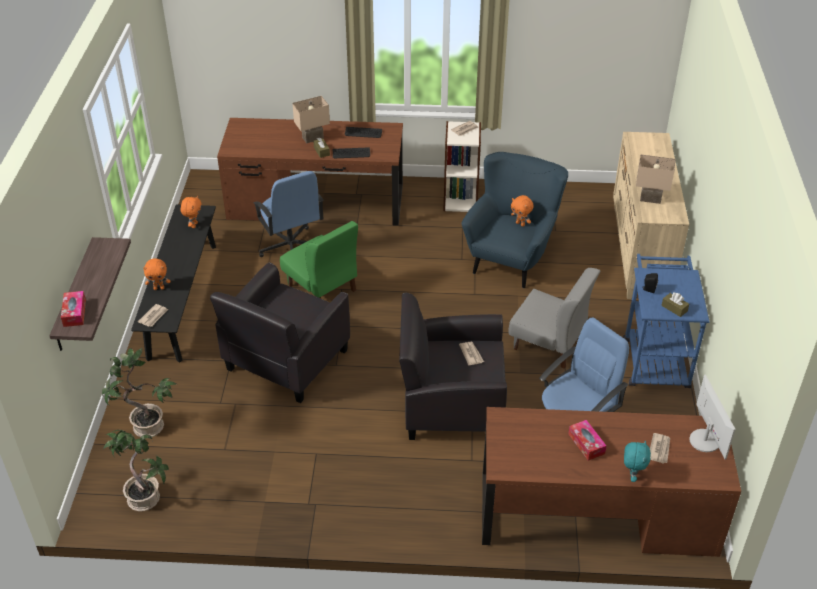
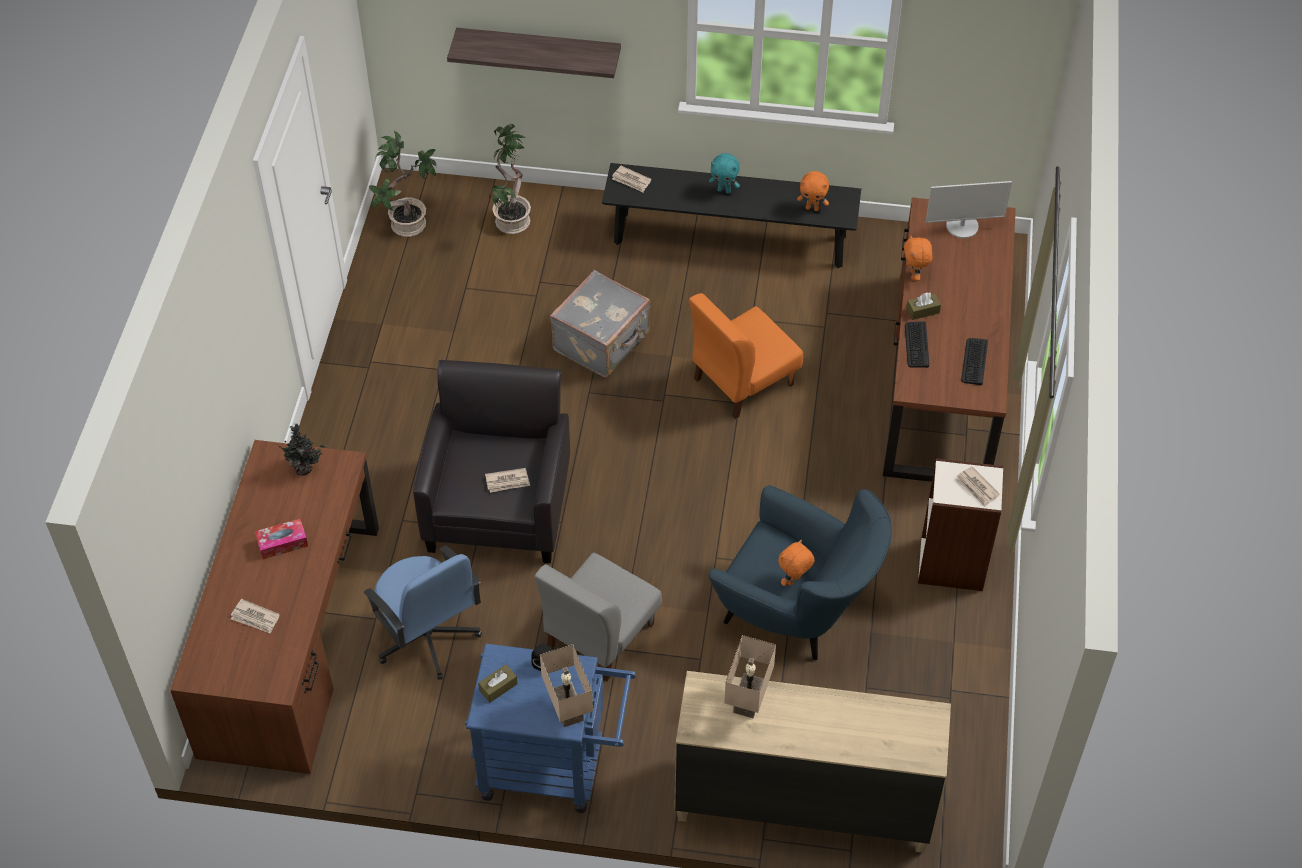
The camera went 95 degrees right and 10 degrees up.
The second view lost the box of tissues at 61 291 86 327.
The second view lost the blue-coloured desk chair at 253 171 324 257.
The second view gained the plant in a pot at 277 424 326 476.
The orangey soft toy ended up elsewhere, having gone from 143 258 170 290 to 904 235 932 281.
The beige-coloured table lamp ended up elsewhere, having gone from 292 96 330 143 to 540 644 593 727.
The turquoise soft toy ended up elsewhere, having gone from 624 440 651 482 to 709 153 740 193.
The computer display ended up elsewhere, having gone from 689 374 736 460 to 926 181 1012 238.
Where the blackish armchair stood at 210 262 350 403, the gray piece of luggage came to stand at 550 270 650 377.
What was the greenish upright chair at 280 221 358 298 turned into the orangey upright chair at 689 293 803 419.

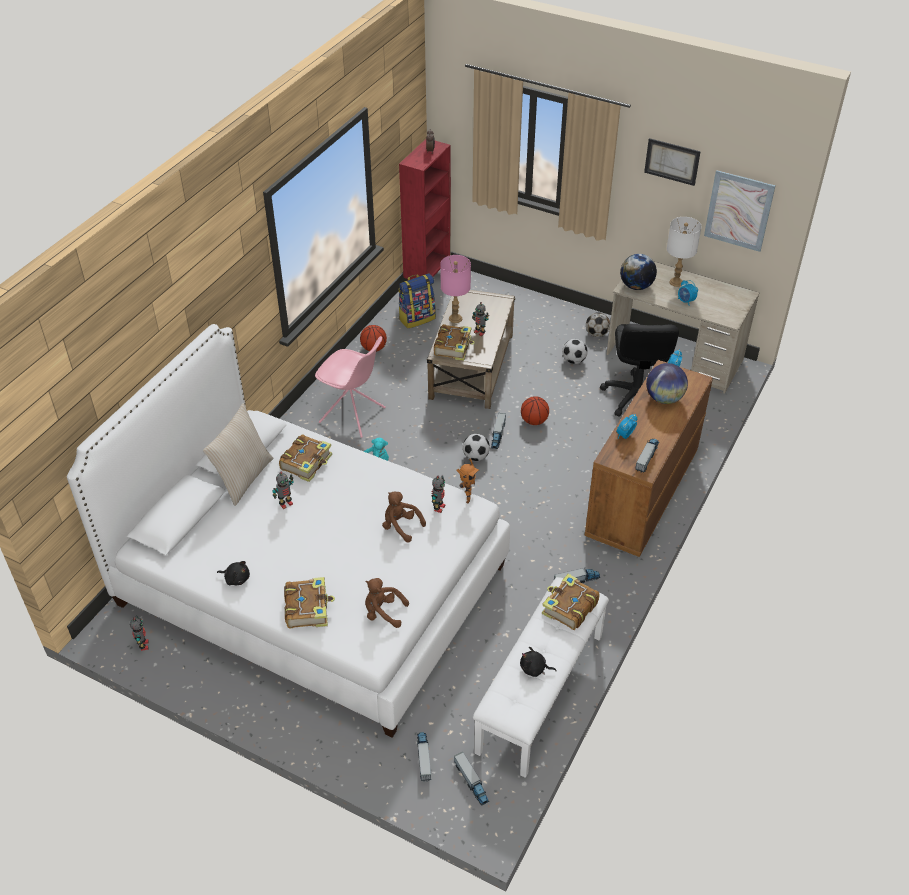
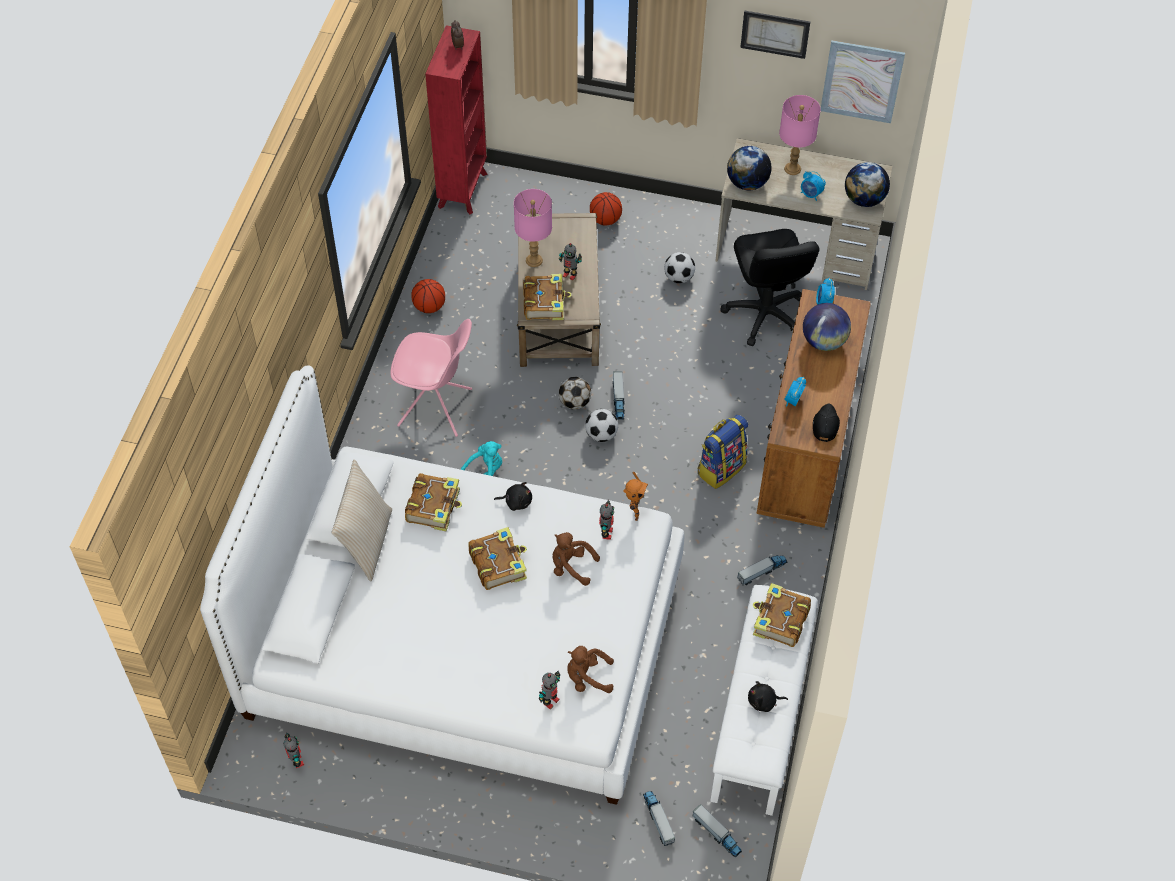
The camera went 15 degrees left and 10 degrees up.
The second view gained the globe at 845 162 890 207.
The blackish soft toy ended up elsewhere, having gone from 217 561 250 585 to 494 482 532 511.
The model robot ended up elsewhere, having gone from 272 472 294 509 to 539 671 560 709.
The bound book ended up elsewhere, having gone from 284 577 335 629 to 468 527 527 590.
The backpack ended up elsewhere, having gone from 398 273 436 328 to 698 414 748 489.
The basketball ended up elsewhere, having gone from 521 396 549 425 to 590 192 622 225.
The football ball ended up elsewhere, having gone from 586 312 610 337 to 559 377 591 409.
Where the model truck stood at 635 439 659 473, the blackish peaked cap came to stand at 813 404 840 442.
What was the white-coloured table lamp at 667 217 702 287 turned into the pinkish table lamp at 779 95 821 175.

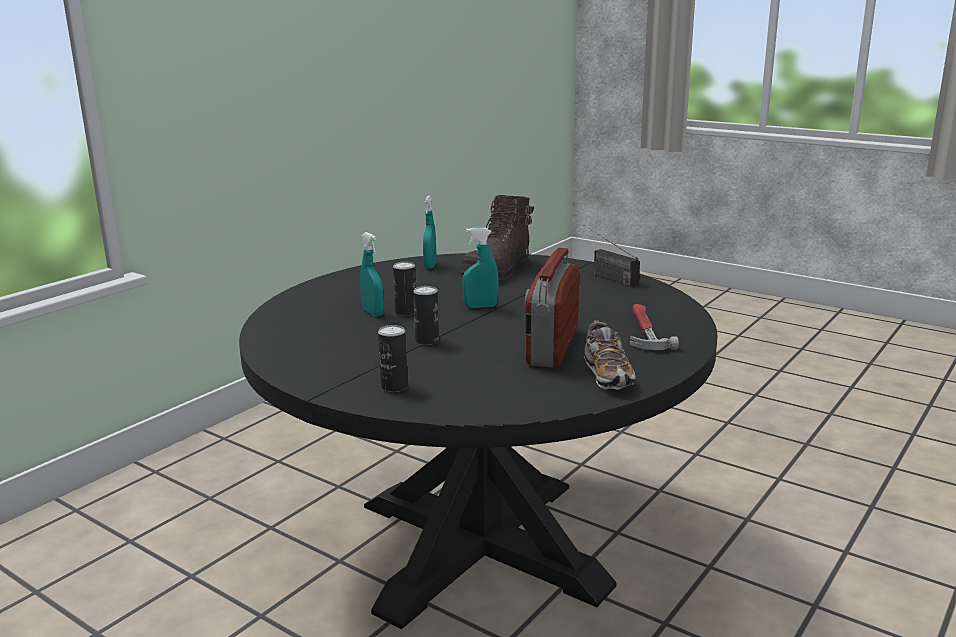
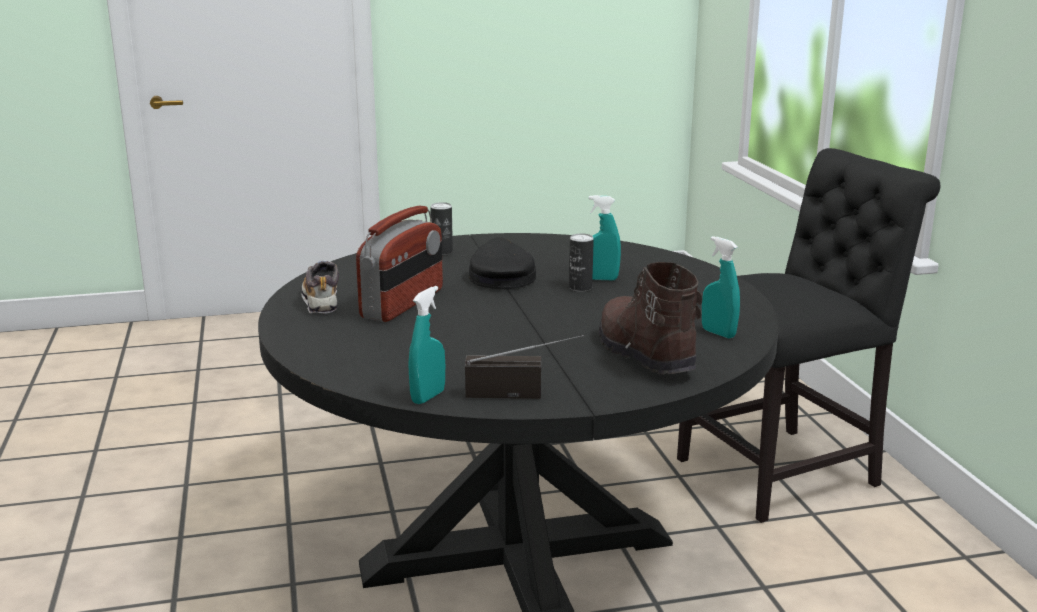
The camera went 130 degrees right and 0 degrees up.
The second view lost the hand hammer at 630 304 679 350.
The second view gained the blackish upright chair at 677 148 940 523.
The turquoise hand sprayer ended up elsewhere, having gone from 462 228 499 308 to 408 286 445 404.
Where the metal can stood at 413 286 439 345, the blackish peaked cap came to stand at 469 237 536 289.
The radio at 524 248 579 368 ended up facing another way, 60 degrees clockwise from before.
The item of footwear at 584 321 636 390 ended up facing another way, 45 degrees clockwise from before.

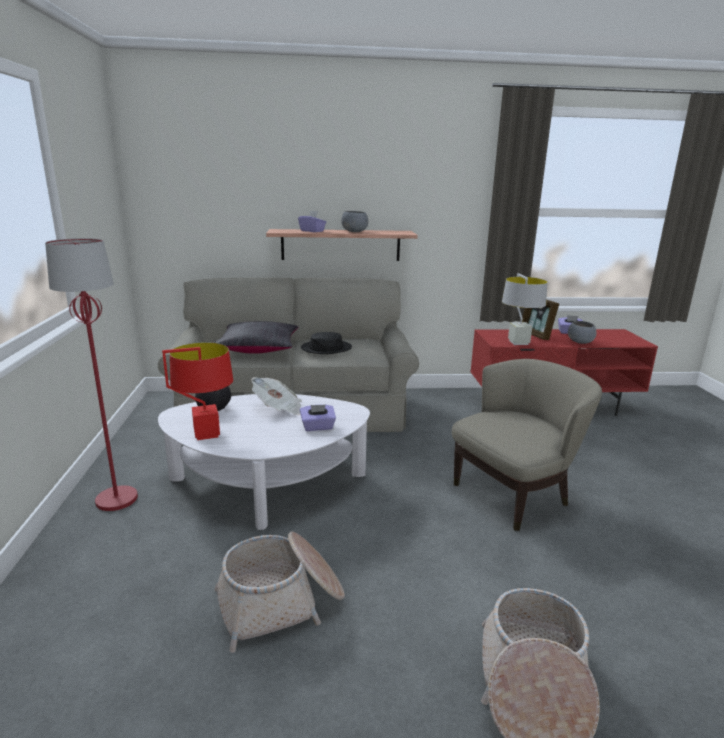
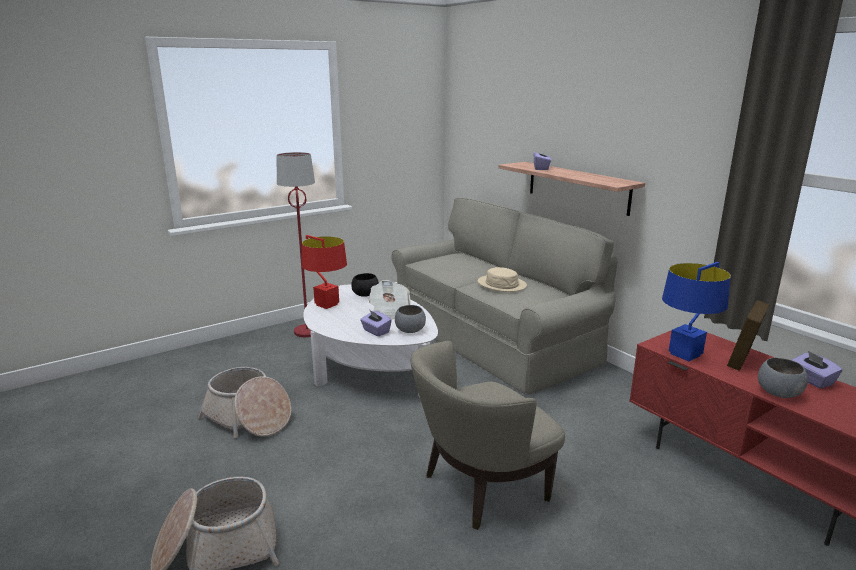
The camera went 60 degrees right and 0 degrees up.
The second view lost the blackish cushion at 215 321 298 354.
The gray bowl ended up elsewhere, having gone from 341 211 368 232 to 395 305 426 333.
What was the blackish clothing hat at 301 332 352 354 turned into the beige-coloured clothing hat at 478 267 527 292.
What was the gray table lamp at 502 273 548 345 turned into the blue-coloured table lamp at 662 262 731 361.
The beige-coloured armchair at 452 359 602 531 ended up facing another way, 120 degrees clockwise from before.

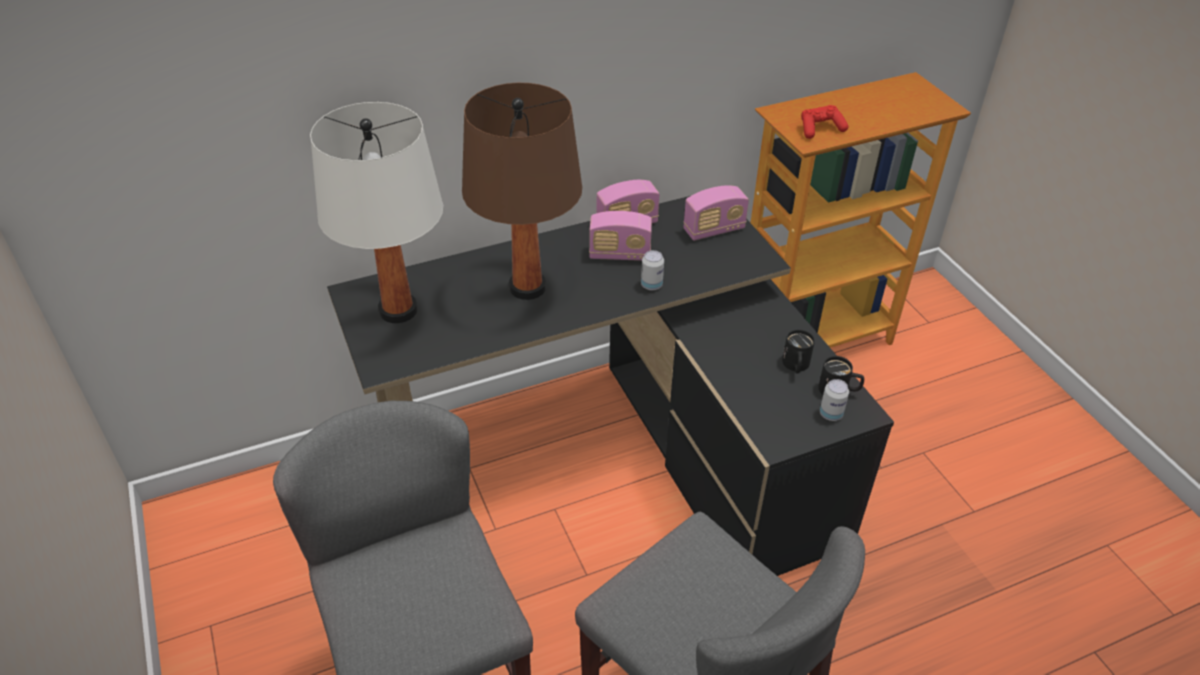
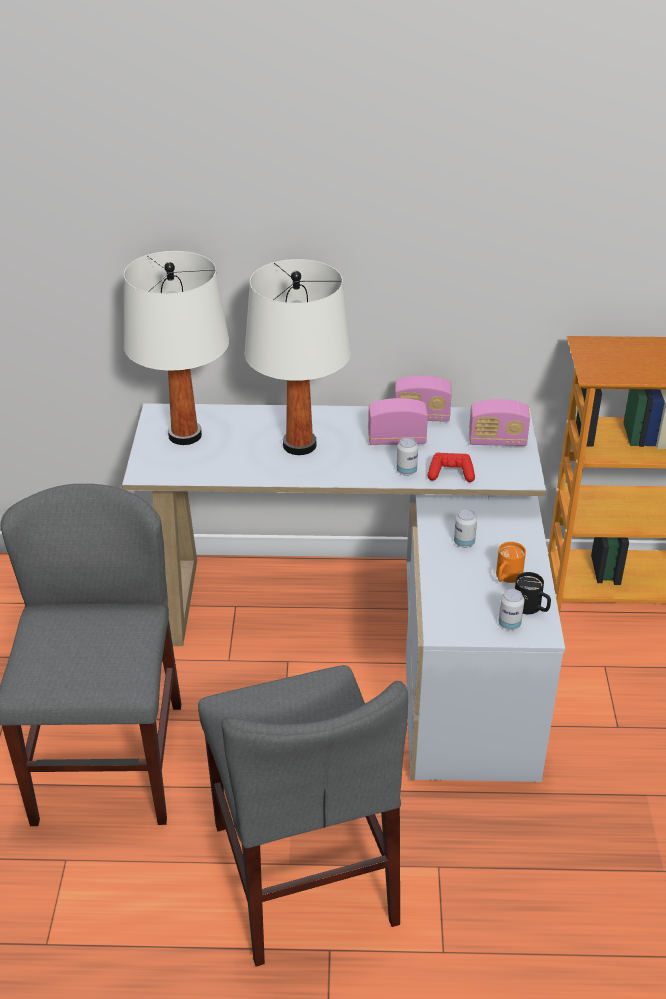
The camera went 25 degrees right and 5 degrees down.
The second view gained the metal can at 454 509 477 548.
The red-coloured joypad ended up elsewhere, having gone from 801 105 848 139 to 428 453 475 482.
What was the blackish desk unit at 327 196 894 576 turned into the white-coloured desk unit at 122 403 565 782.
What was the brownish table lamp at 462 83 582 300 turned into the white-coloured table lamp at 244 259 351 455.
What was the blackish tea mug at 782 329 815 374 turned into the orangey tea mug at 496 542 526 583.
The radio at 589 211 652 261 ended up facing another way, 150 degrees clockwise from before.

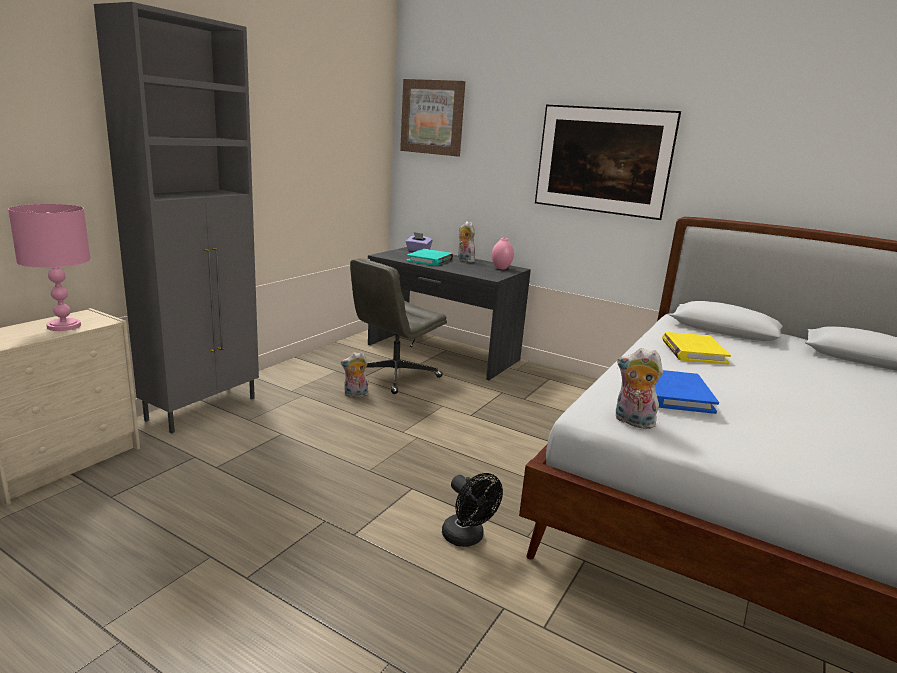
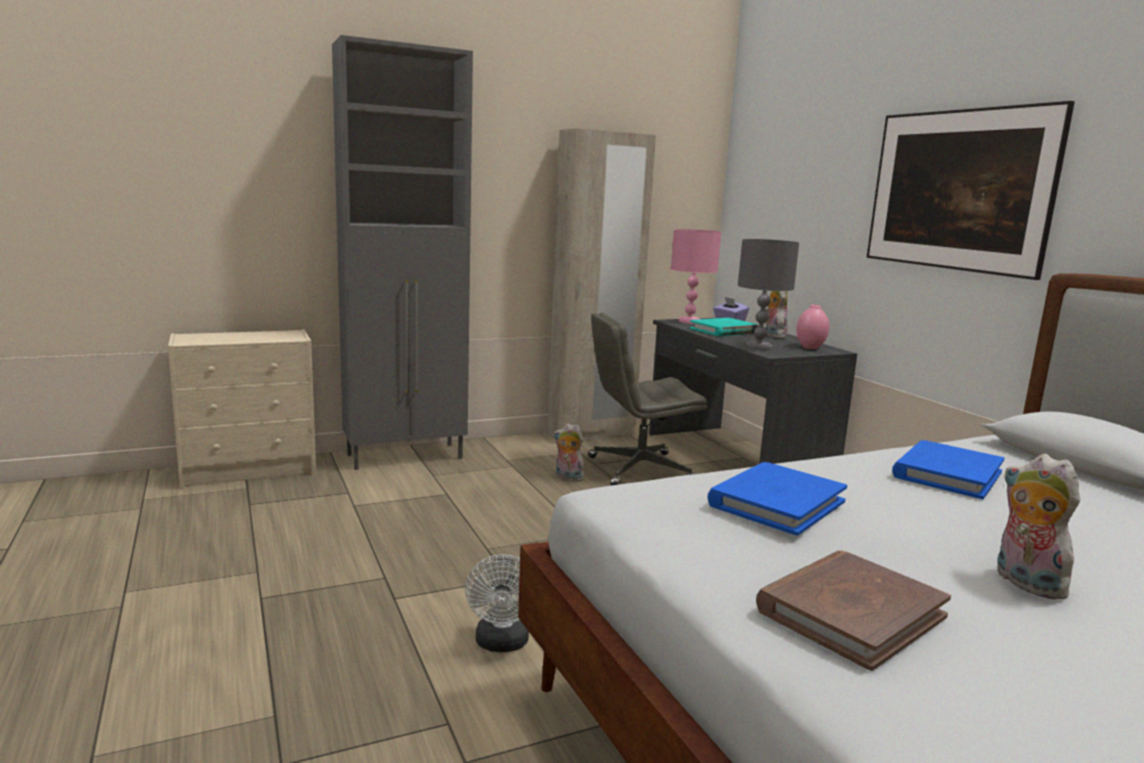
The camera went 35 degrees right and 5 degrees down.
The second view lost the wall picture at 400 79 465 156.
The second view gained the beige-coloured wardrobe at 548 128 656 441.
The second view gained the gray table lamp at 738 239 799 350.
The second view gained the brownish bound book at 756 551 951 671.
The pinkish table lamp ended up elsewhere, having gone from 8 204 91 331 to 671 229 721 324.
The soft toy ended up elsewhere, having gone from 616 348 663 429 to 997 454 1080 599.
What was the blackish fan at 442 473 503 547 turned into the white-coloured fan at 465 554 529 652.
What was the yellowish bound book at 662 332 731 364 turned into the blue-coloured bound book at 892 440 1004 499.

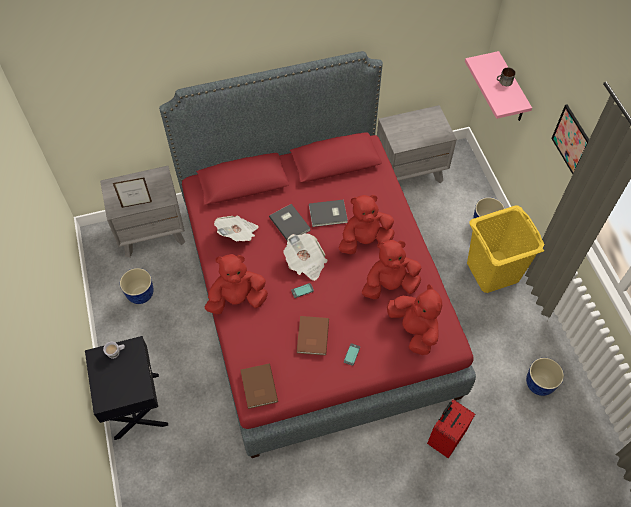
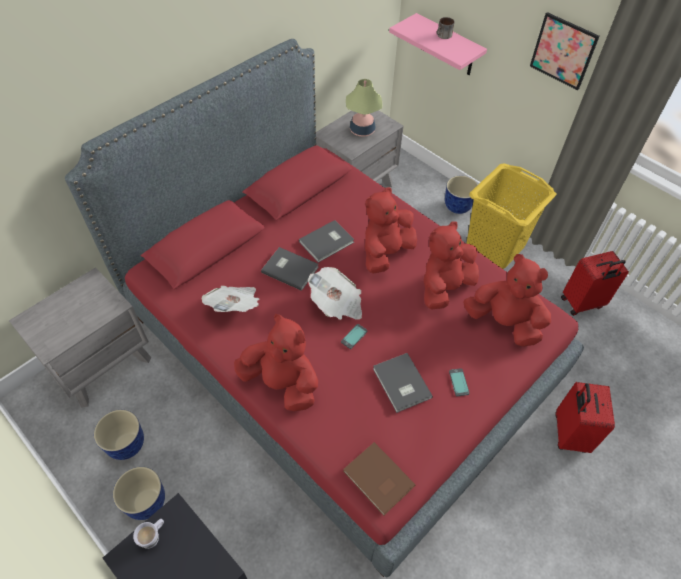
The camera went 30 degrees left and 5 degrees down.
The second view lost the photo frame at 113 177 152 208.
The second view gained the table lamp at 346 79 382 137.
The second view gained the red-coloured piece of luggage at 561 251 629 316.
The flower pot ended up elsewhere, having gone from 526 358 564 396 to 113 467 165 520.
What was the brownish bound book at 296 316 329 356 turned into the gray bound book at 373 353 433 413.
The red-coloured soft toy at 205 254 268 314 ended up facing another way, 75 degrees clockwise from before.

